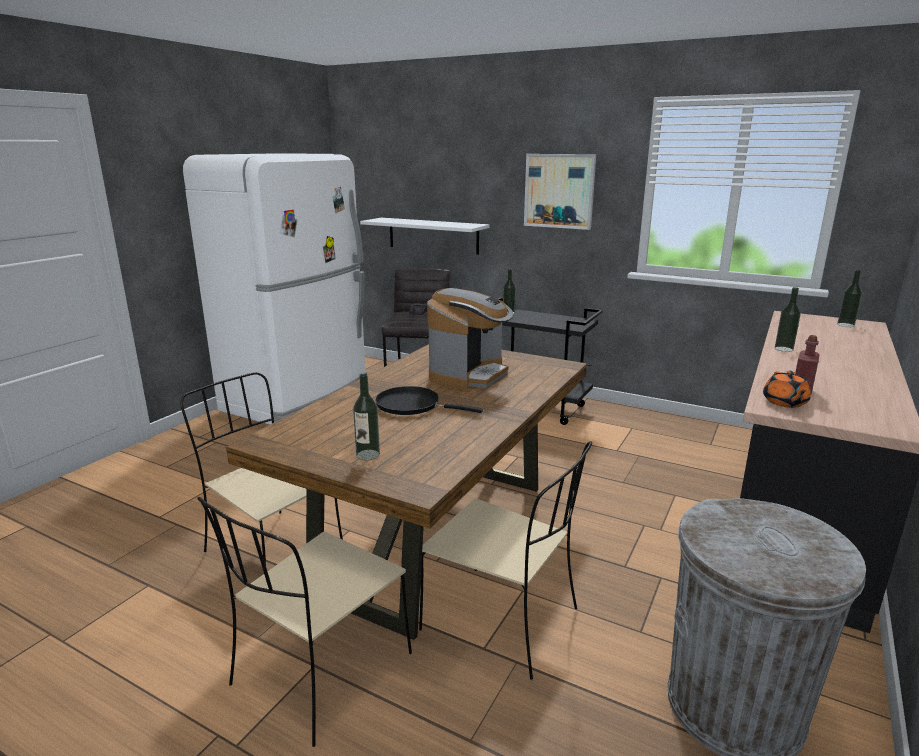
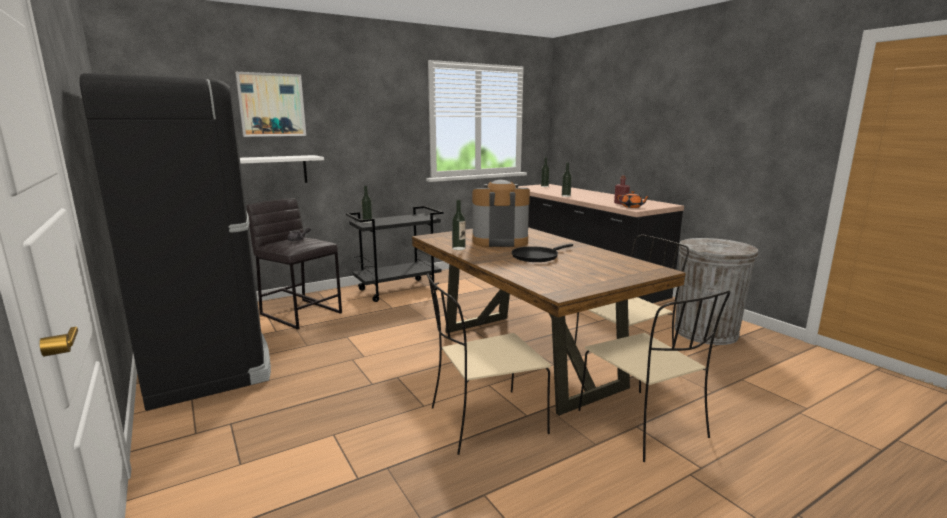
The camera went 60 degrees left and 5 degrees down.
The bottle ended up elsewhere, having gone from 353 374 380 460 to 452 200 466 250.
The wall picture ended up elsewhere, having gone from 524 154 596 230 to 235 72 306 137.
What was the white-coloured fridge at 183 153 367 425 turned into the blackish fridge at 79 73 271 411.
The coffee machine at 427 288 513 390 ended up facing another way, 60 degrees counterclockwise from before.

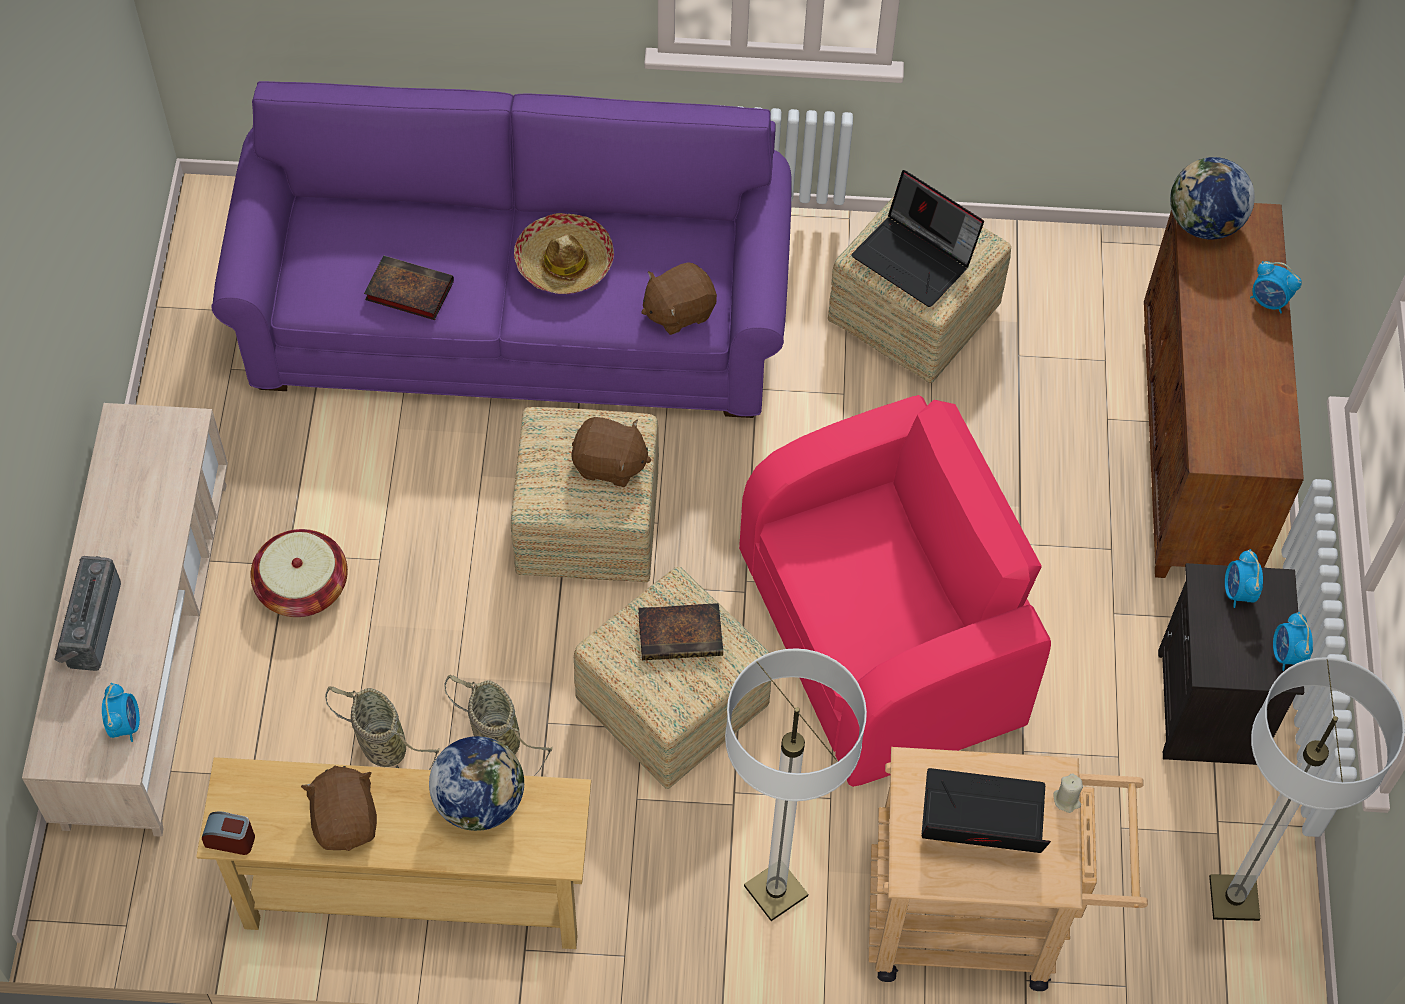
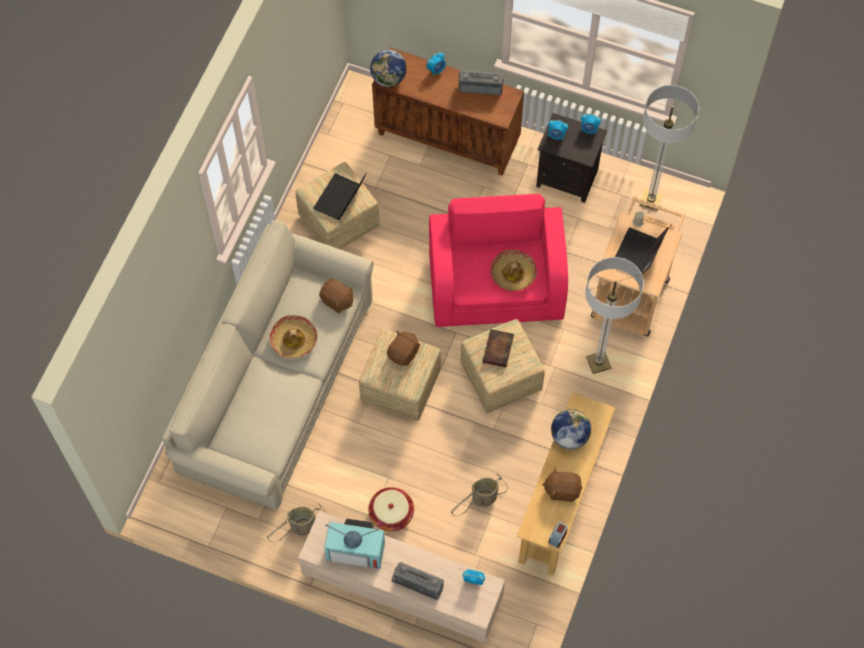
The camera went 70 degrees left and 5 degrees up.
The second view lost the bound book at 364 255 454 320.
The second view gained the TV set at 324 519 385 569.
The second view gained the radio at 458 70 504 95.
The second view gained the clothing hat at 490 250 537 291.
The storage basket ended up elsewhere, having gone from 444 675 553 776 to 267 503 326 542.
What was the purple settee at 211 81 792 418 turned into the beige-coloured settee at 162 220 373 511.
The brownish soft toy at 642 262 717 335 ended up facing another way, 45 degrees counterclockwise from before.
The laptop at 851 170 984 307 ended up facing another way, 150 degrees clockwise from before.

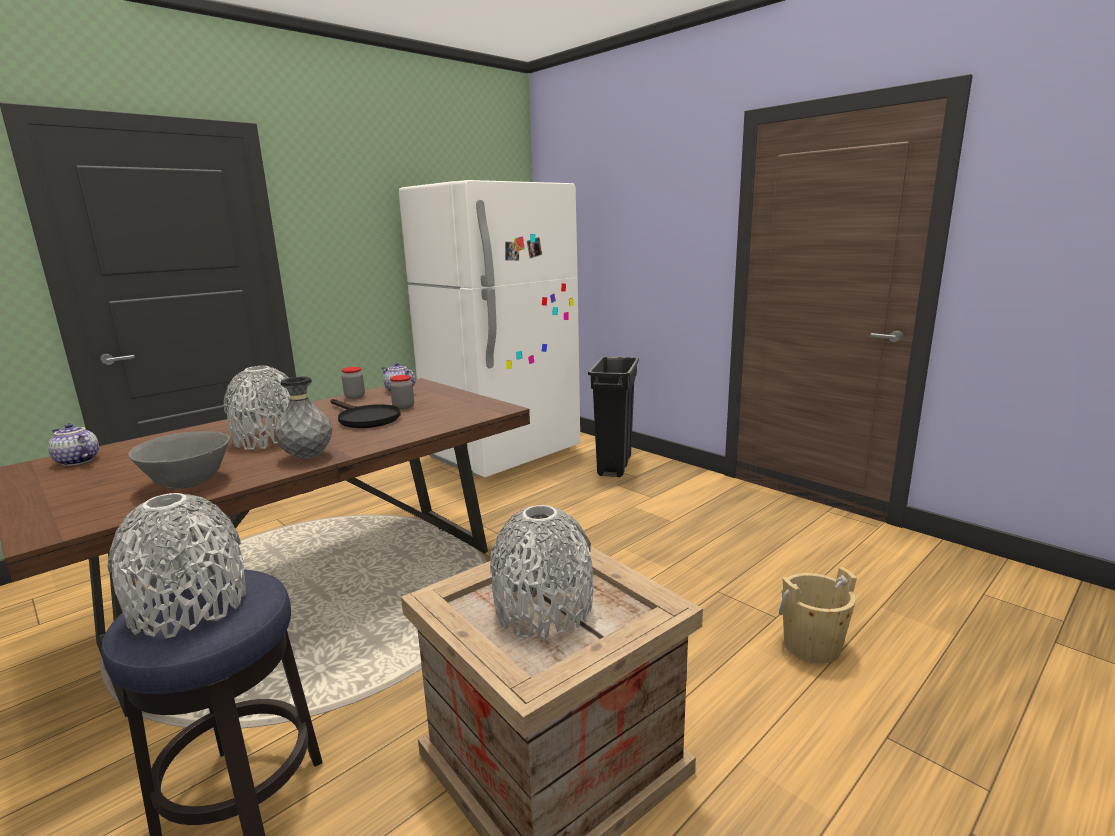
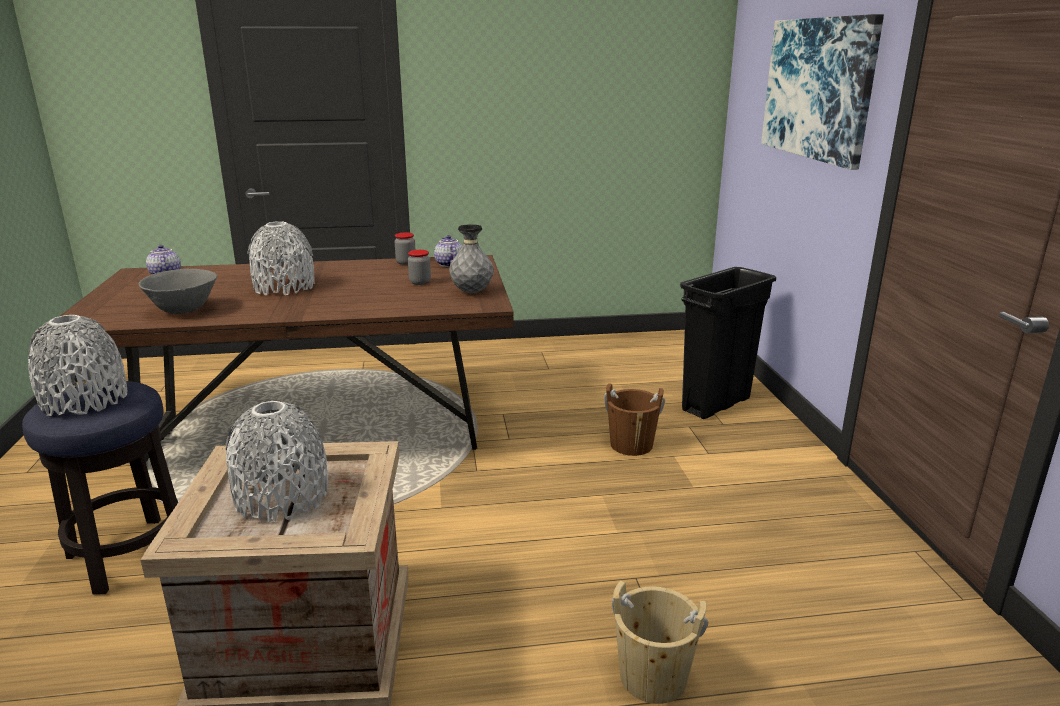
The camera went 35 degrees right and 5 degrees up.
The second view lost the blackish frying pan at 330 399 401 428.
The second view lost the white-coloured fridge at 399 180 580 477.
The second view gained the brownish bucket at 604 383 665 456.
The second view gained the wall picture at 761 14 884 170.
The gray decorative vase ended up elsewhere, having gone from 275 377 332 459 to 449 224 494 293.

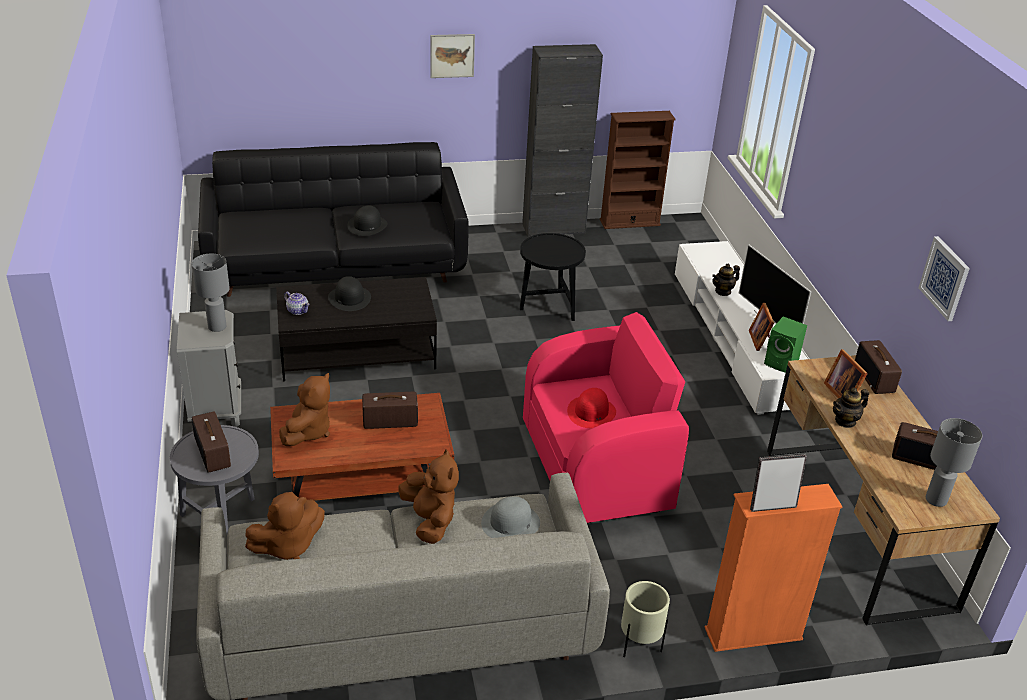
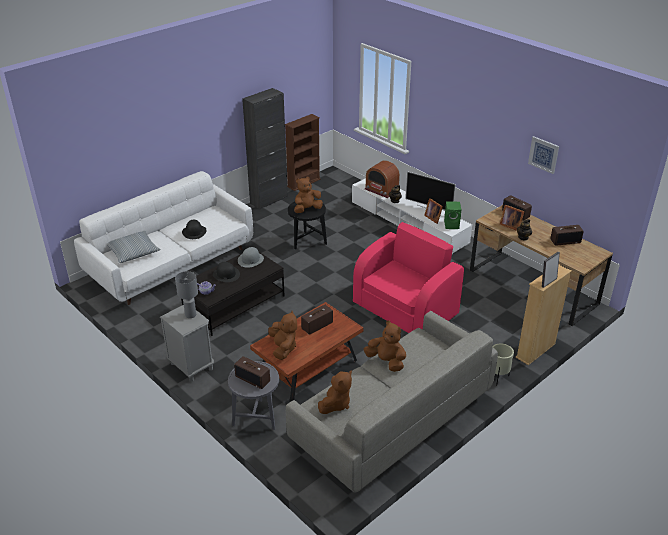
The camera went 30 degrees left and 0 degrees up.
The second view lost the wall picture at 430 34 475 78.
The second view lost the red-coloured clothing hat at 567 388 616 428.
The second view lost the gray table lamp at 926 418 982 507.
The second view gained the cushion at 107 231 161 263.
The second view gained the brownish soft toy at 294 177 323 213.
The second view gained the radio at 365 160 400 198.
The gray clothing hat ended up elsewhere, having gone from 481 496 540 538 to 238 247 264 268.
What was the blackish settee at 198 142 469 297 turned into the white-coloured settee at 74 171 253 305.
What was the orangey bookshelf at 705 484 842 652 turned into the beige-coloured bookshelf at 515 265 572 365.

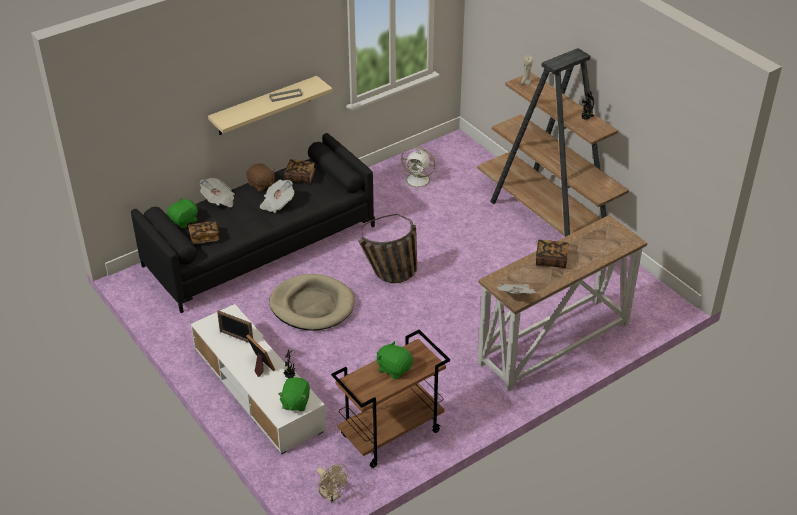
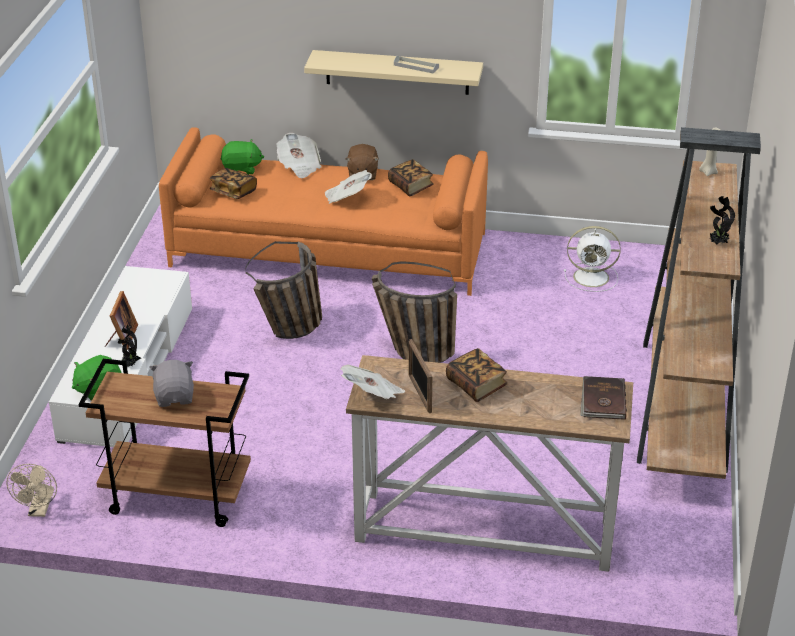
The camera went 45 degrees right and 5 degrees down.
The second view gained the brownish bound book at 580 376 627 420.
The photo frame ended up elsewhere, having gone from 217 310 253 343 to 408 339 432 413.
Where the beige-coloured dog cushion stood at 269 274 354 331, the storage basket came to stand at 246 241 322 339.
What was the blackish settee at 131 133 375 313 turned into the orangey settee at 159 127 488 296.
What was the greenish soft toy at 377 341 413 379 turned into the gray soft toy at 149 360 194 407.
The white-coloured fan at 401 146 436 191 ended up facing another way, 60 degrees counterclockwise from before.

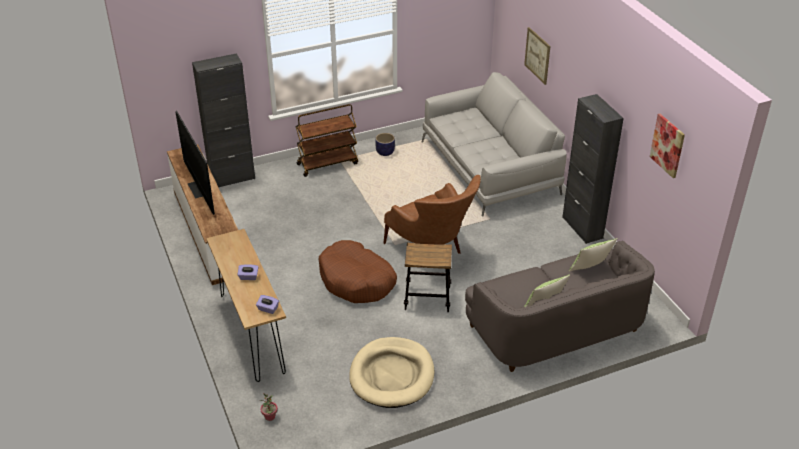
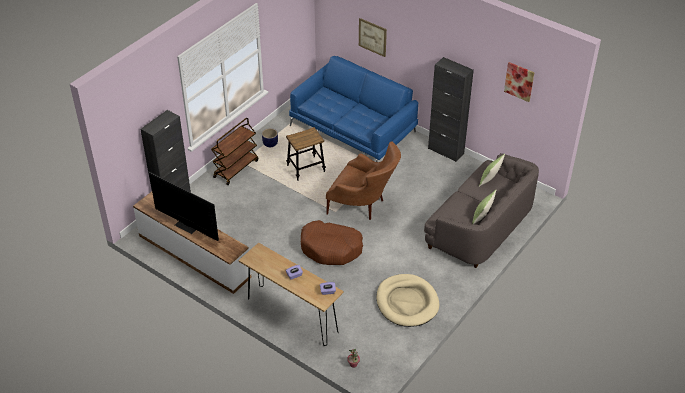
The camera went 30 degrees left and 5 degrees up.
The stool ended up elsewhere, having gone from 404 242 452 312 to 286 127 326 181.
What was the gray settee at 422 72 567 216 turned into the blue-coloured settee at 289 56 418 162.

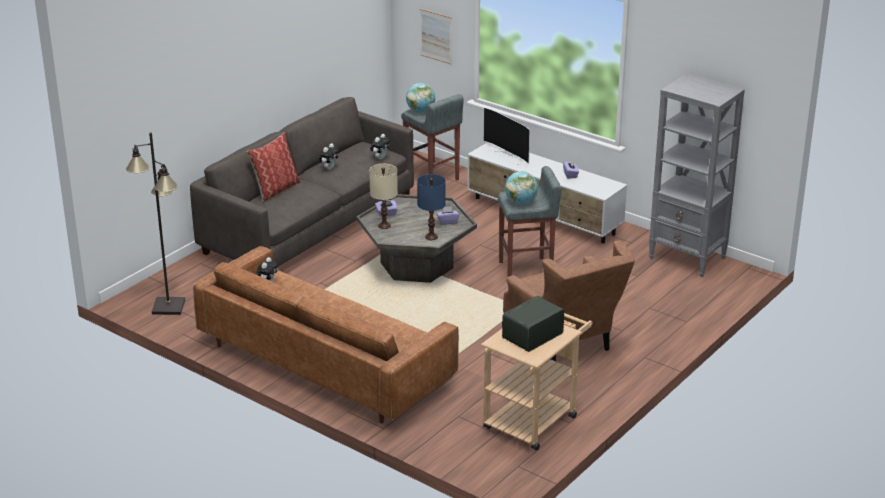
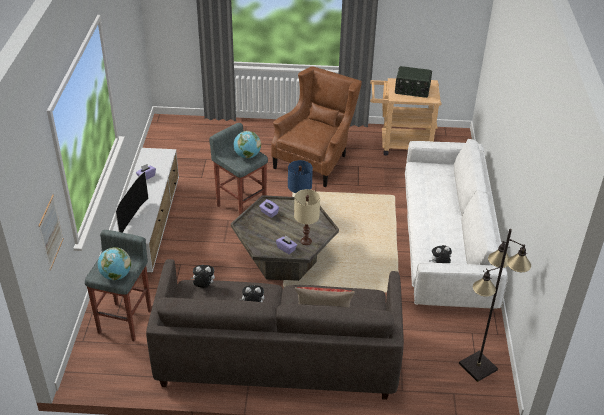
The camera went 125 degrees left and 10 degrees up.
The second view lost the gray bookshelf at 649 74 745 277.
What was the brownish settee at 193 246 459 423 turned into the white-coloured settee at 405 139 508 309.

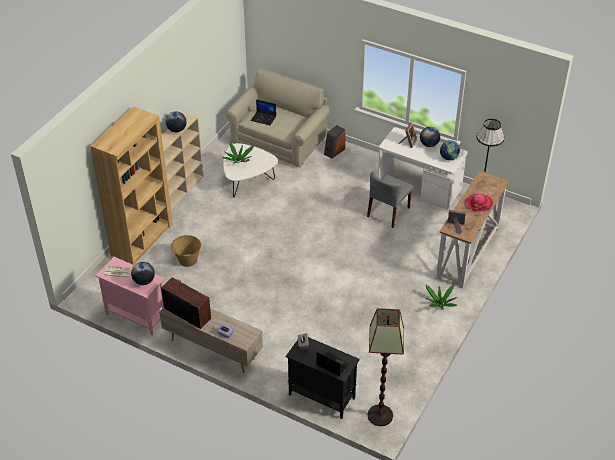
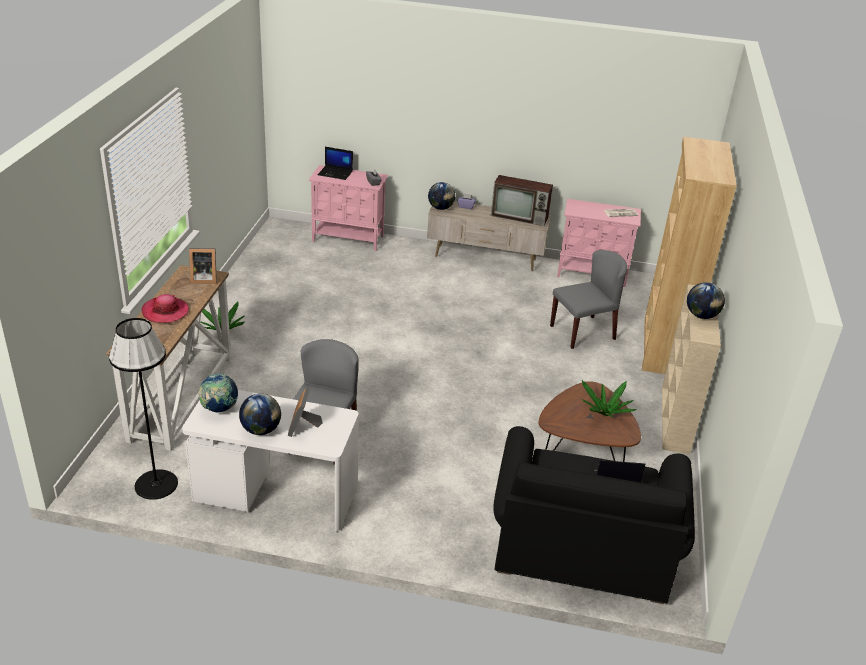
The camera went 160 degrees right and 10 degrees down.
The second view lost the speaker at 324 125 346 159.
The second view lost the floor lamp at 367 308 404 426.
The globe ended up elsewhere, having gone from 131 262 155 285 to 428 182 455 210.
Where the storage basket stood at 171 235 201 267, the gray upright chair came to stand at 550 250 627 349.
What was the white-coloured lounge table at 223 143 278 198 turned into the brownish lounge table at 538 381 641 462.
What was the beige-coloured settee at 225 68 330 167 turned into the blackish settee at 493 426 695 604.
What was the blackish storage cabinet at 286 337 360 419 turned into the pinkish storage cabinet at 309 165 388 251.

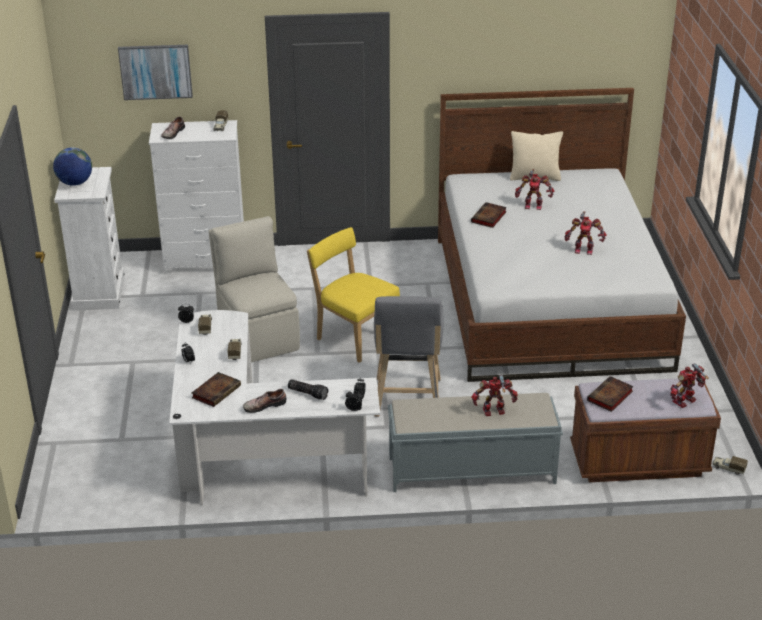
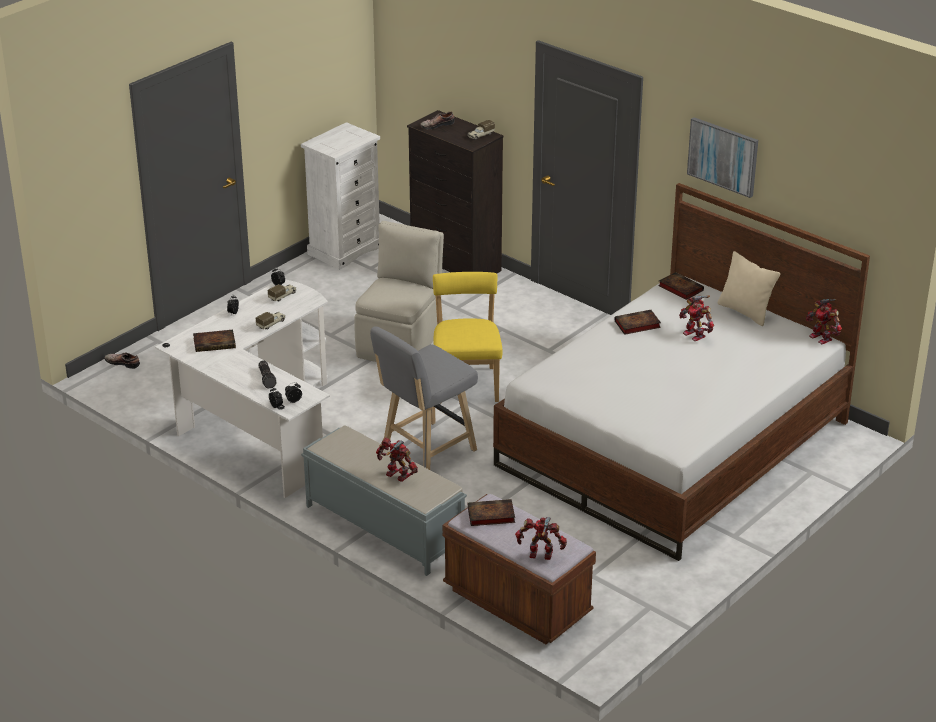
The camera went 45 degrees right and 0 degrees up.
The second view lost the globe at 53 147 92 186.
The second view lost the model truck at 713 456 748 475.
The second view gained the bound book at 658 272 704 300.
The wall picture ended up elsewhere, having gone from 118 45 193 100 to 687 117 758 198.
The item of footwear ended up elsewhere, having gone from 243 389 286 413 to 105 353 140 369.
The model robot ended up elsewhere, having gone from 565 211 607 255 to 806 299 842 344.
What was the white-coloured chest of drawers at 149 120 244 274 turned into the blackish chest of drawers at 407 110 504 273.

